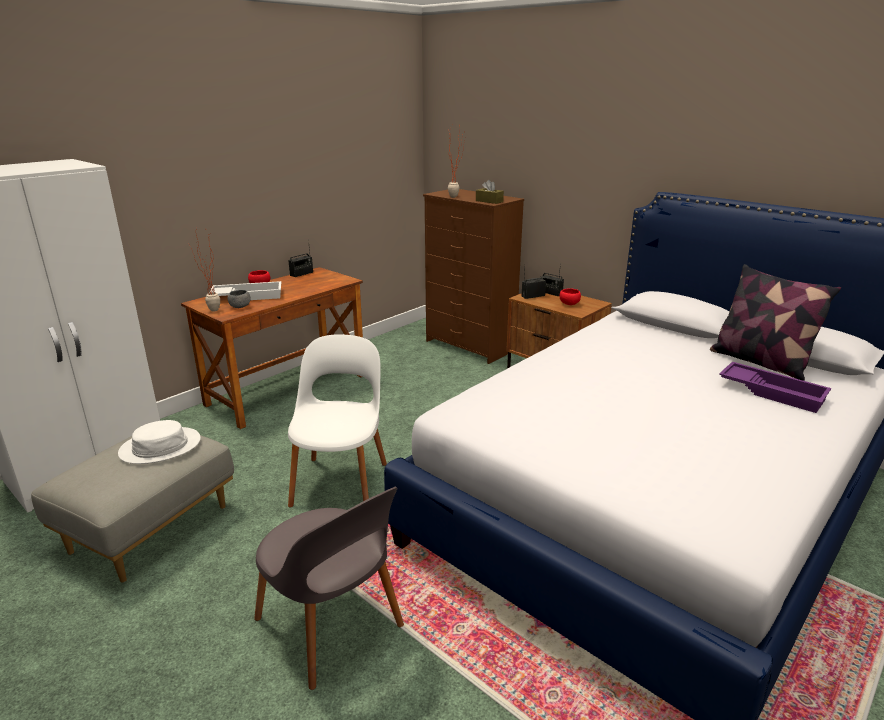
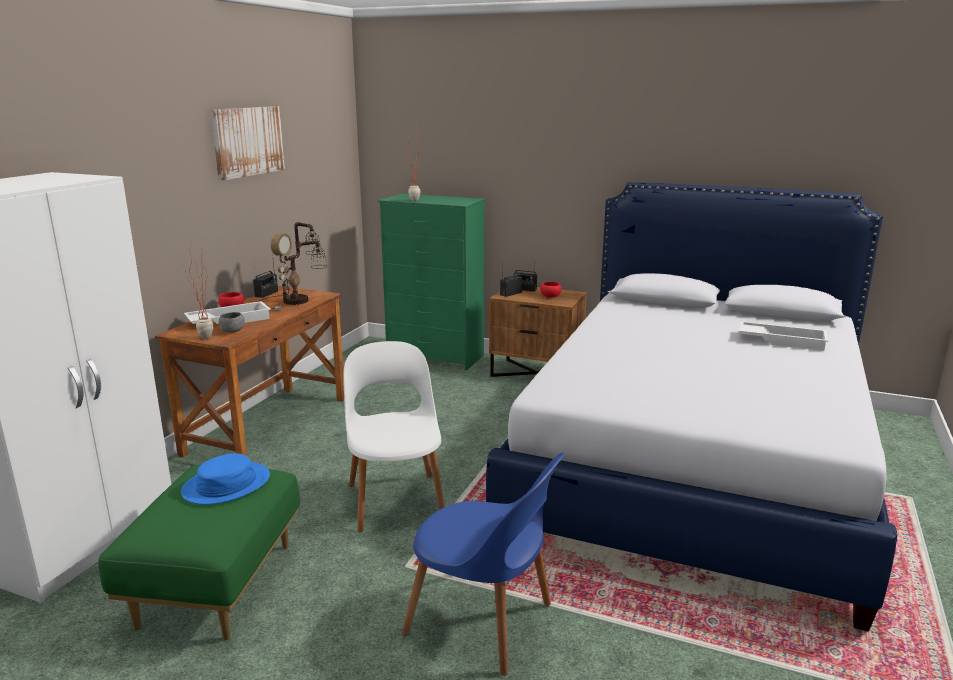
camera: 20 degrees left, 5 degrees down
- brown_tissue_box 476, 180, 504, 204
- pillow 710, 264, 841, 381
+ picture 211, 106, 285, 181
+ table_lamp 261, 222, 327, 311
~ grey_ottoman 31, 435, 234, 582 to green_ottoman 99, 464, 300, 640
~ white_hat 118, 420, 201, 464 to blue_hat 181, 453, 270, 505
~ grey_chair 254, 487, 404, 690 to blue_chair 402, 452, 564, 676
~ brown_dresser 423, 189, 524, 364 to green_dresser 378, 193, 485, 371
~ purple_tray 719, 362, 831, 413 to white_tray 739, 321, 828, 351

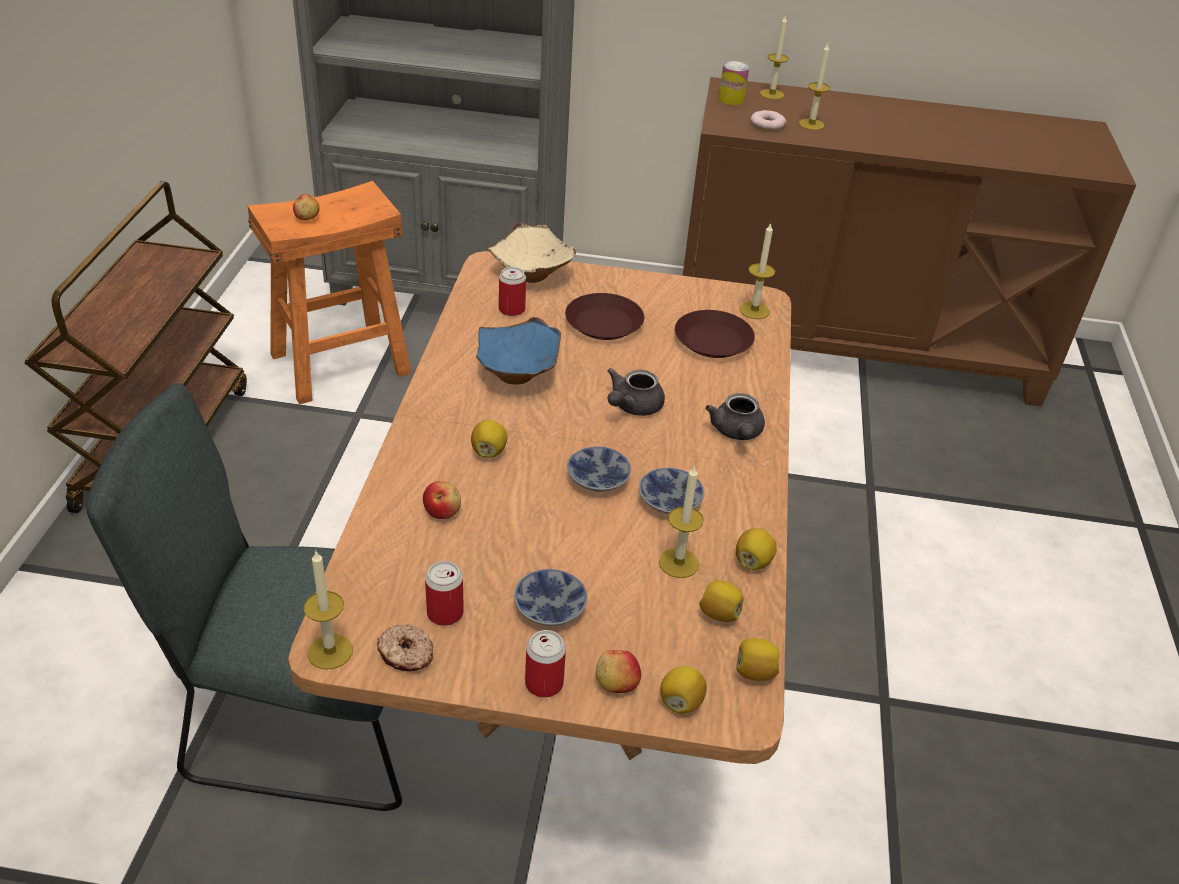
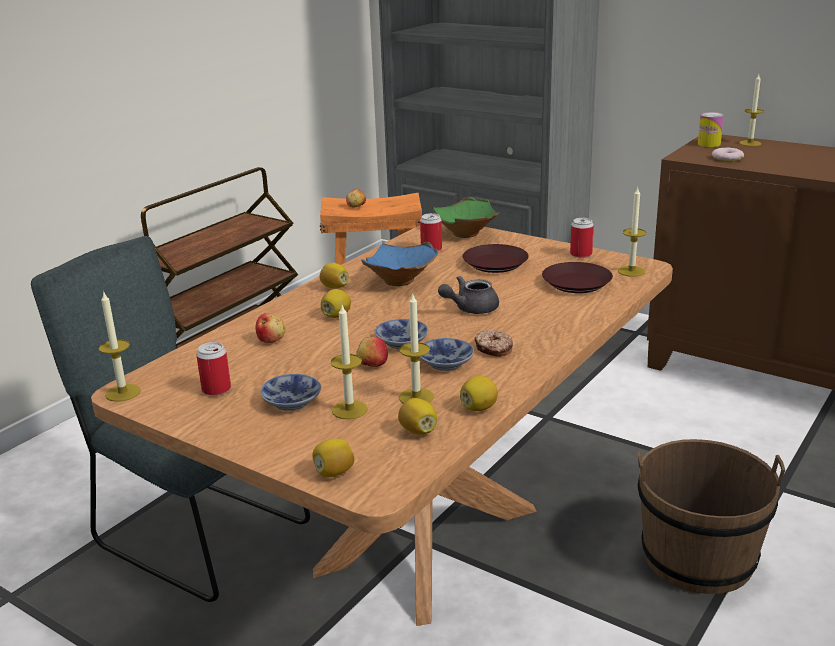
camera: 30 degrees right, 15 degrees down
- grey_teapot 705, 393, 765, 440
+ brown_bucket 638, 439, 785, 594
~ donut 377, 624, 433, 672 to 474, 329, 513, 357
~ can 525, 630, 566, 698 to 570, 218, 594, 258
~ apple 596, 650, 641, 693 to 356, 337, 388, 367
~ lemon 736, 638, 780, 681 to 319, 263, 349, 289
~ candle 799, 44, 830, 130 to 331, 305, 368, 419
~ beige_bowl 487, 223, 576, 283 to green_bowl 433, 197, 499, 238

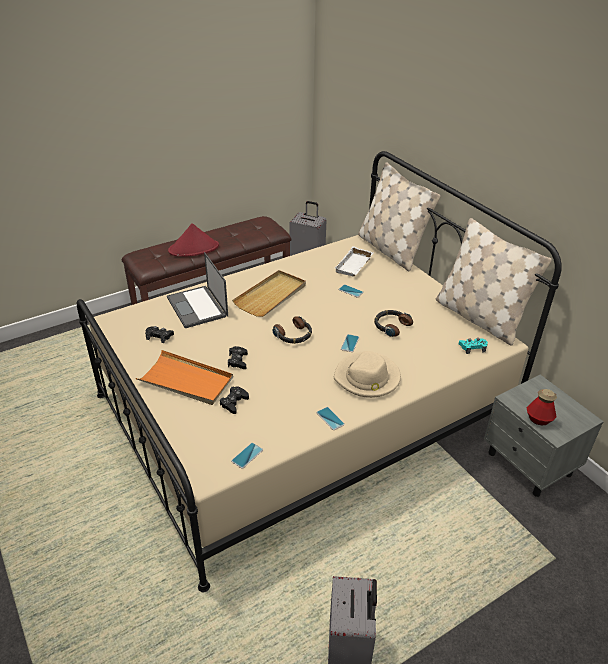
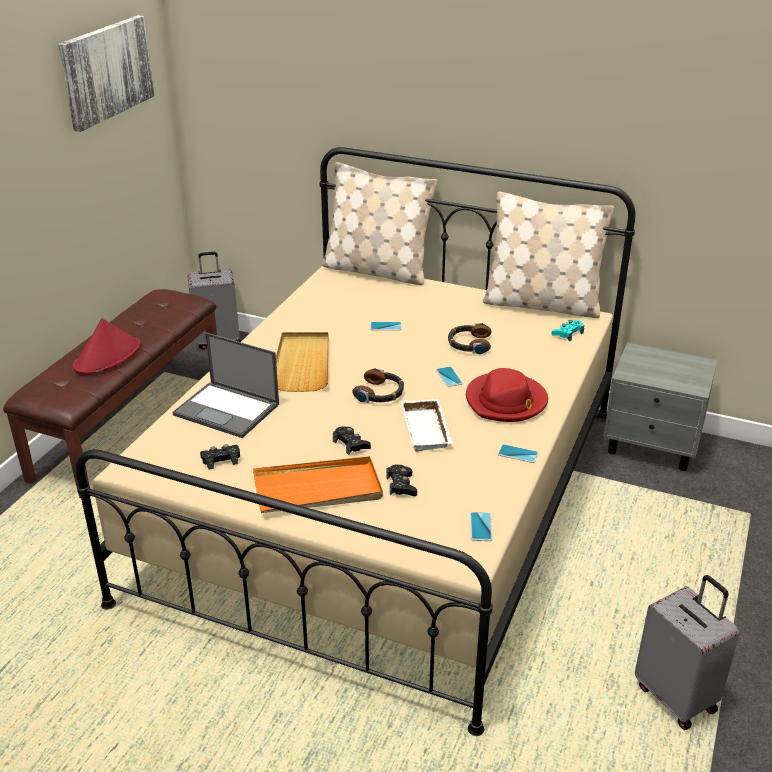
camera: 35 degrees left, 5 degrees down
- bottle 527, 389, 557, 425
+ picture 58, 15, 155, 132
~ white_tray 335, 246, 374, 277 to 401, 399, 453, 452
~ beige_hat 334, 351, 401, 398 to red_hat 466, 368, 548, 422

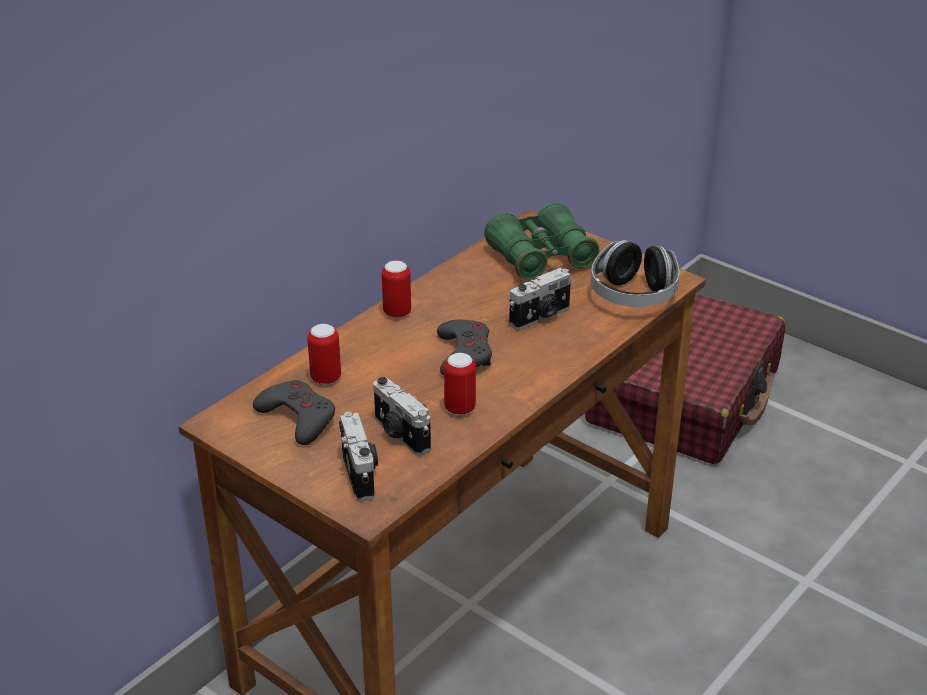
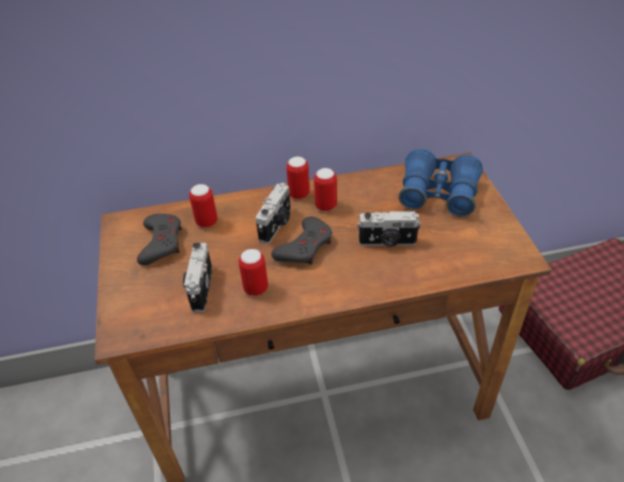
camera: 40 degrees right, 10 degrees up
- headphones 591, 240, 680, 307
+ can 314, 168, 337, 211
~ photo_camera 339, 412, 378, 502 to 256, 183, 291, 244
~ green_binoculars 484, 202, 599, 280 to blue_binoculars 399, 149, 483, 217

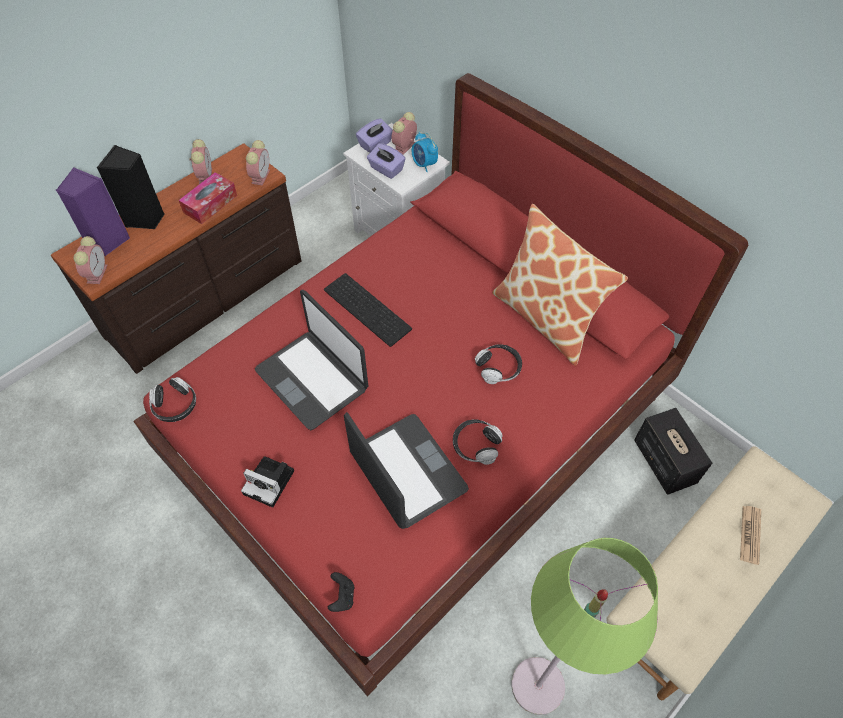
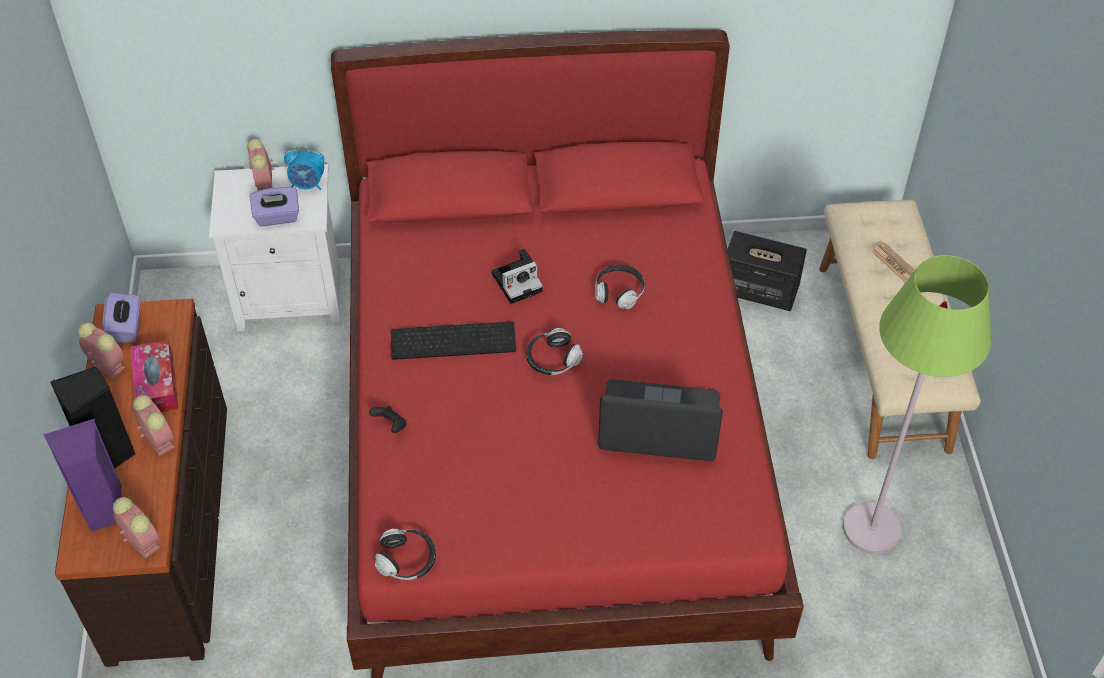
camera: 50 degrees left, 5 degrees down
- laptop 255, 290, 368, 430
- pillow 492, 204, 628, 366
~ photo_camera 241, 456, 294, 507 to 492, 248, 543, 304
~ alarm_clock 246, 140, 270, 186 to 133, 395, 175, 456
~ black_game_controller 328, 572, 354, 612 to 369, 406, 407, 433
~ purple_tissue_box 356, 118, 393, 153 to 102, 293, 140, 343
~ headphones 453, 419, 502, 465 to 526, 328, 583, 375

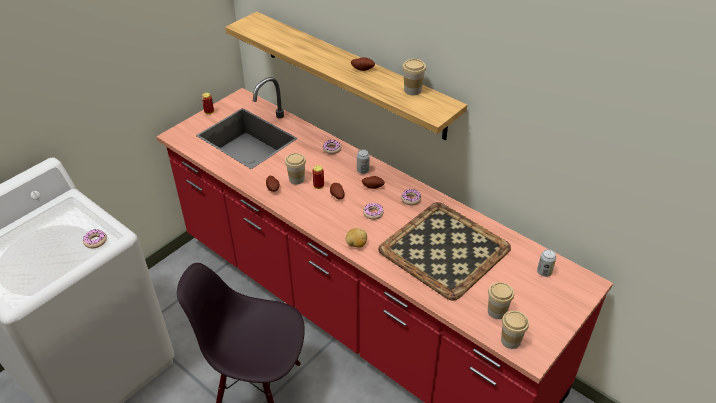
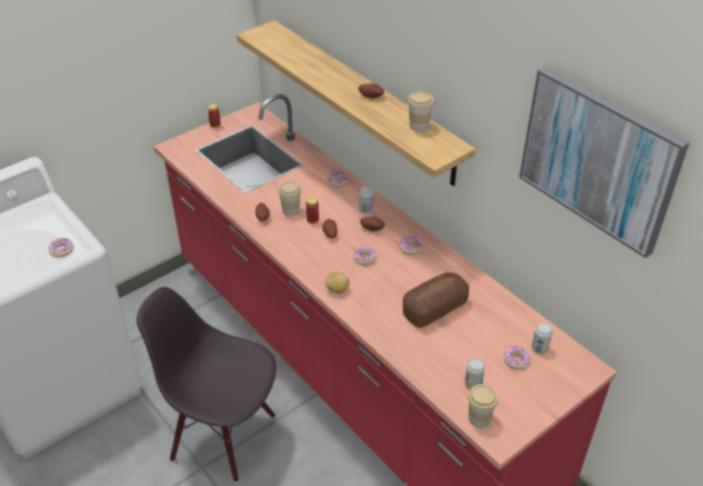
camera: 10 degrees right, 0 degrees up
+ donut 504, 347, 531, 369
+ picture 519, 67, 690, 258
~ tray 378, 202, 511, 301 to bread 403, 272, 469, 328
~ cup 488, 282, 514, 319 to can 465, 358, 485, 389

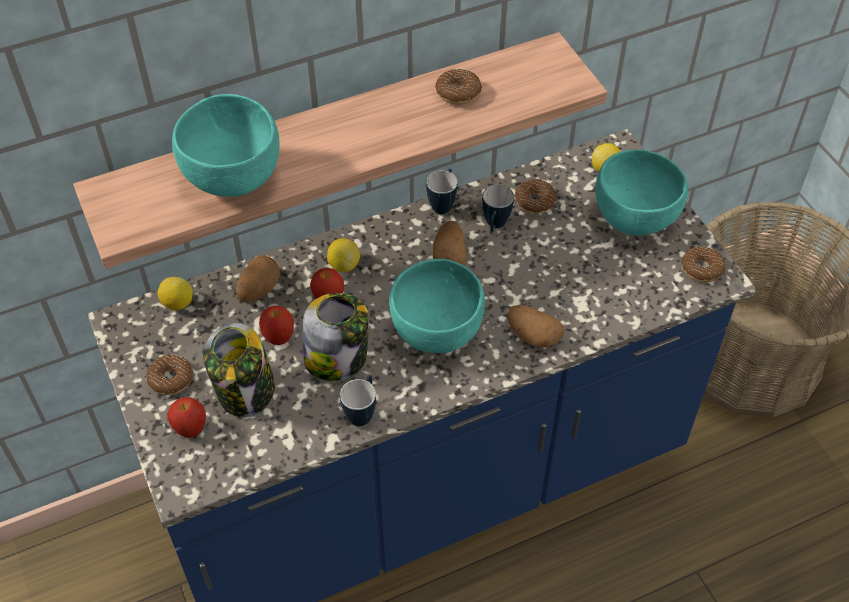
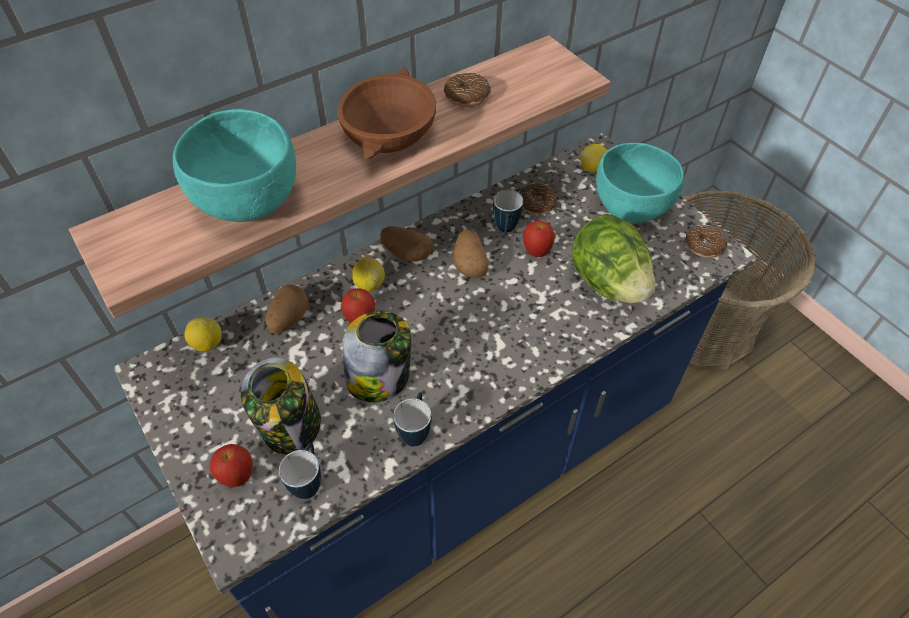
camera: 10 degrees left, 0 degrees up
- donut 146, 354, 193, 395
- turquoise_bowl 389, 259, 485, 353
+ brown_bowl 337, 68, 436, 159
+ lettuce 572, 214, 655, 303
~ apple 259, 306, 294, 345 to 523, 220, 555, 257
~ mug 426, 169, 458, 214 to 279, 443, 321, 499
~ potato 507, 305, 564, 347 to 380, 226, 433, 262

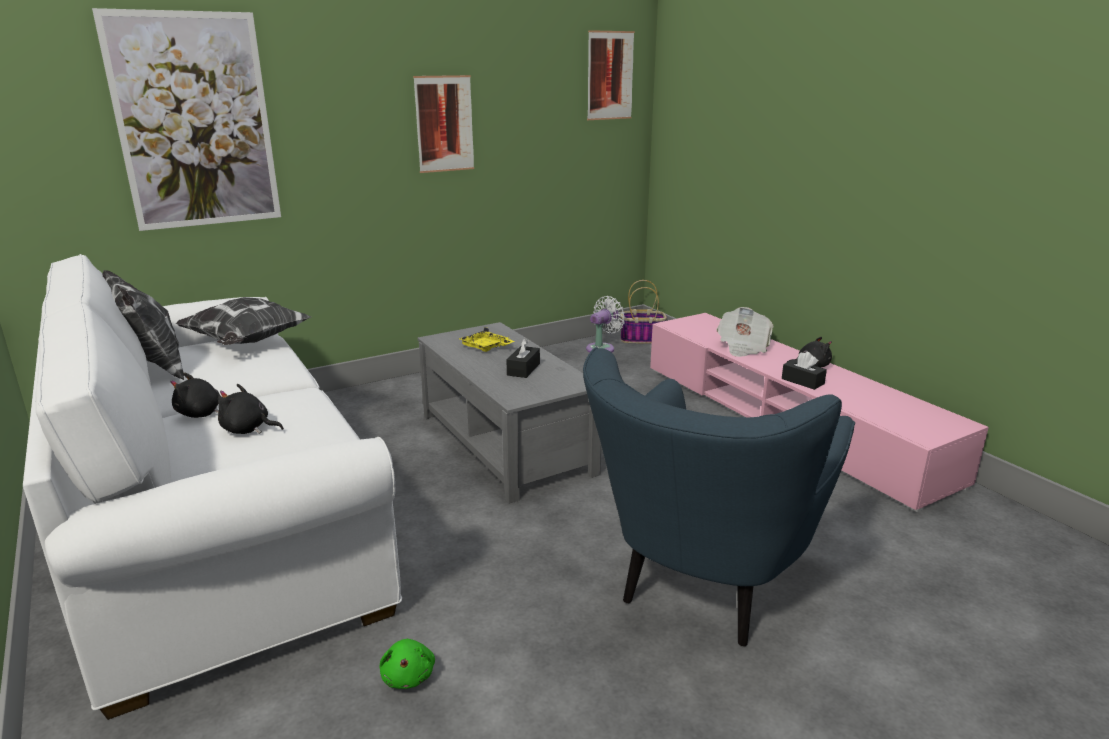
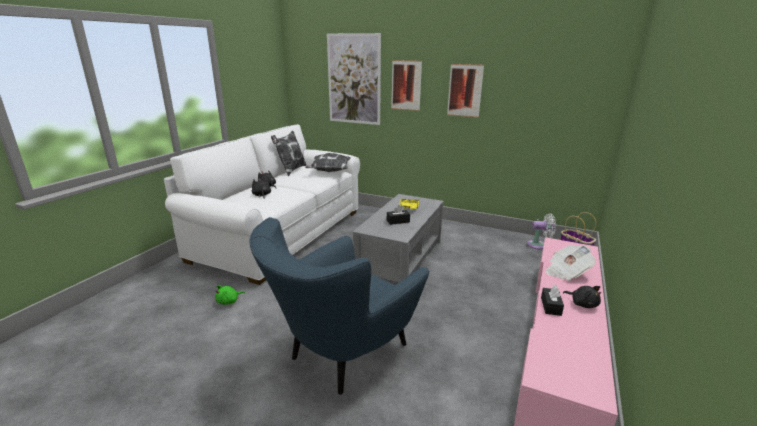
camera: 55 degrees right, 0 degrees up
~ picture 587, 30, 635, 120 to 391, 60, 422, 111
~ blue_armchair 583, 347, 855, 647 = 249, 217, 430, 395 45 degrees counterclockwise

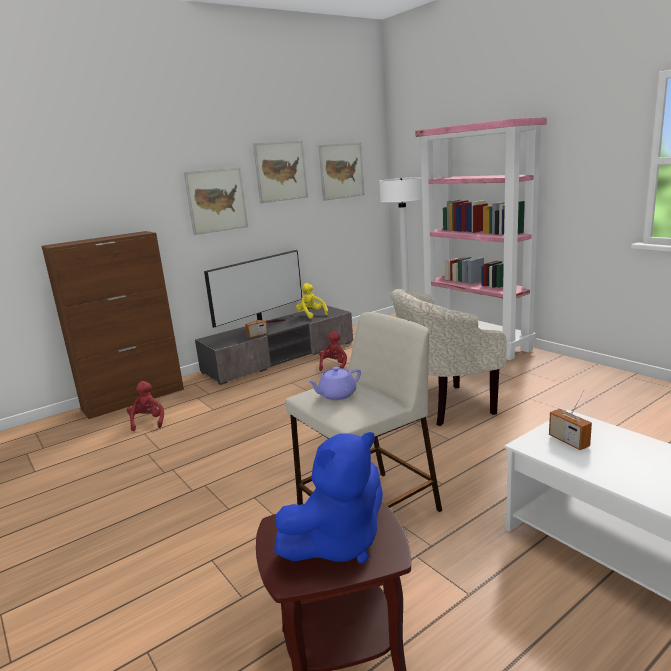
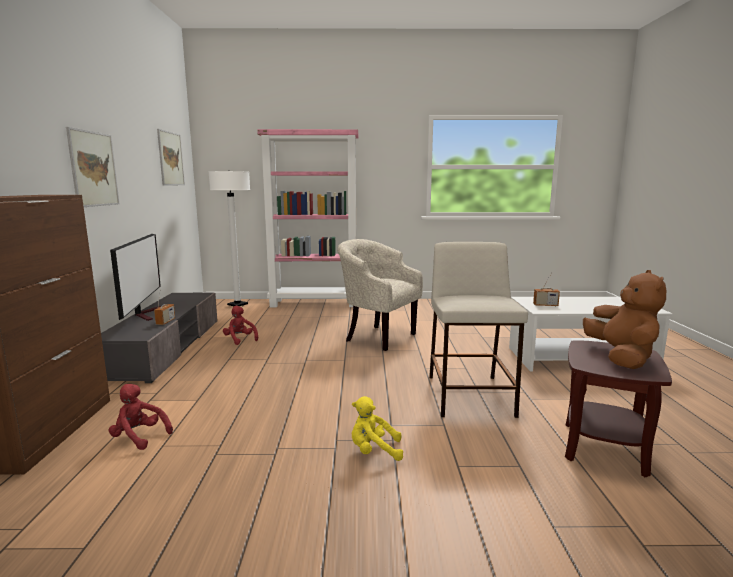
camera: 55 degrees left, 5 degrees down
- picture 253, 141, 308, 204
- purple_teapot 308, 367, 361, 400
~ yellow_plush_toy 296, 283, 328, 319 to 352, 396, 403, 461
~ blue_plush_toy 274, 432, 383, 564 to brown_plush_toy 583, 270, 666, 369
~ beige_armchair 390, 289, 507, 426 = 337, 239, 423, 351 105 degrees clockwise

